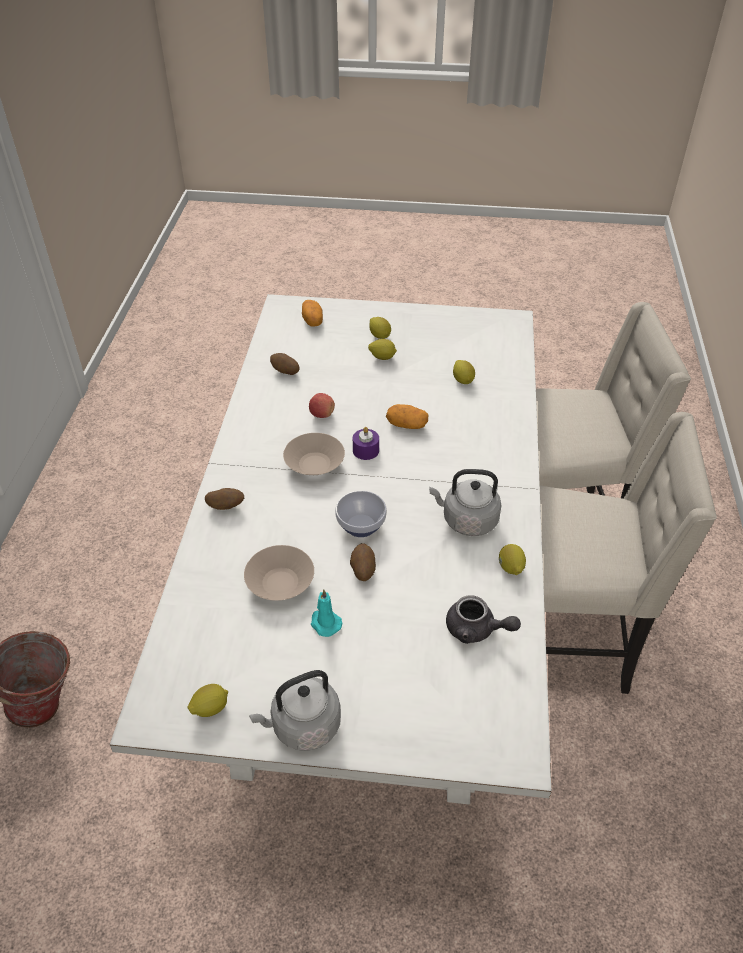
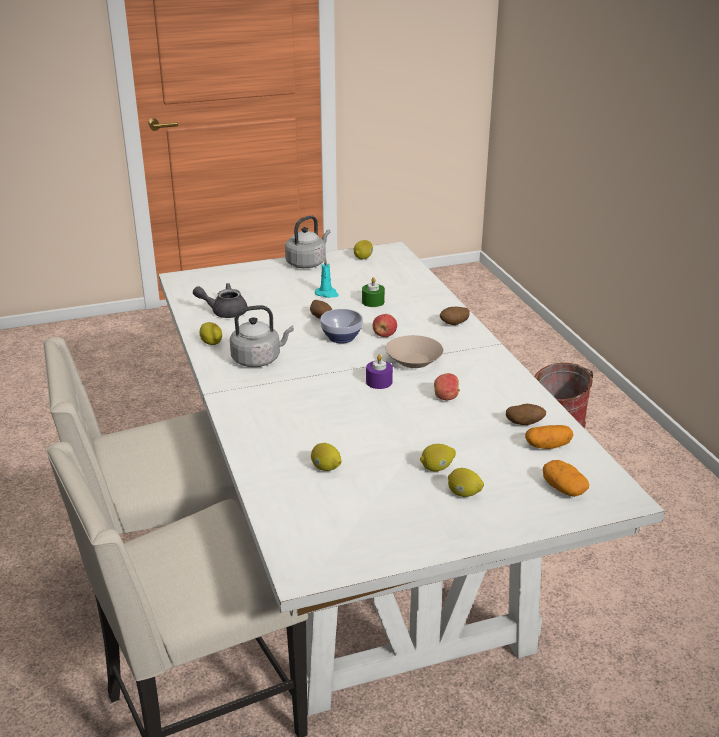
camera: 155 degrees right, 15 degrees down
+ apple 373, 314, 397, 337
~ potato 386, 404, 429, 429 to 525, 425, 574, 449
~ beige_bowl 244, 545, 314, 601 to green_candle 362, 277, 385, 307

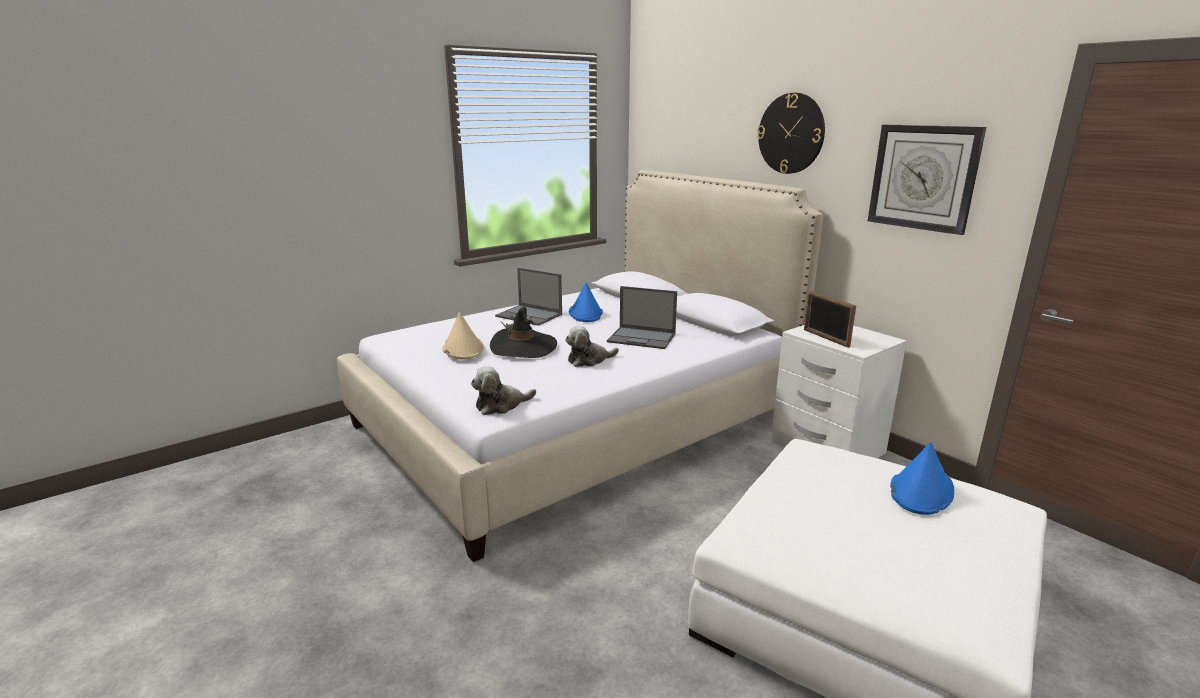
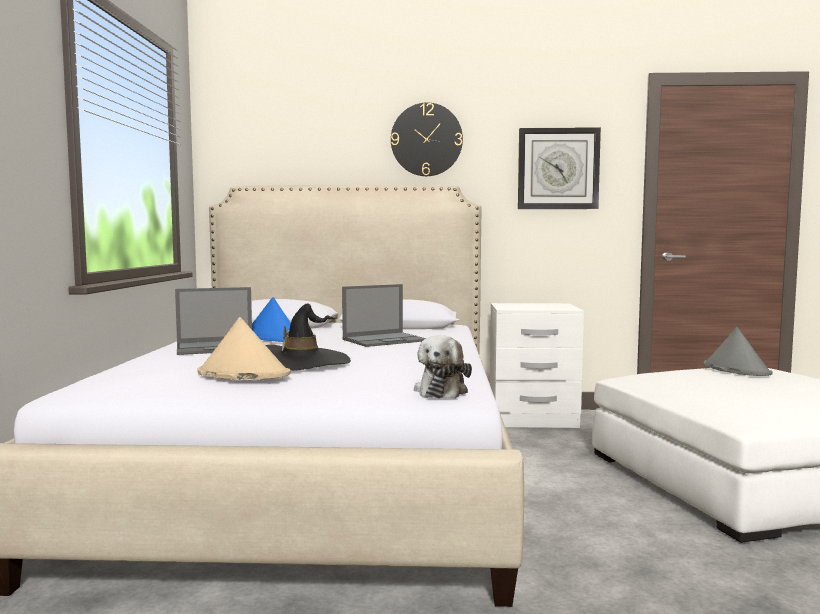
camera: 50 degrees left, 15 degrees down
- plush_toy 565, 326, 619, 367
- picture_frame 804, 291, 856, 348
~ blue_hat 890, 442, 954, 515 to grey_hat 703, 327, 773, 376

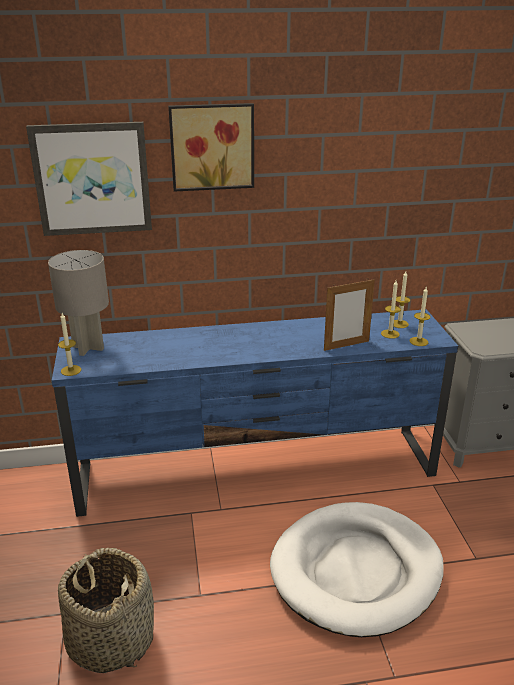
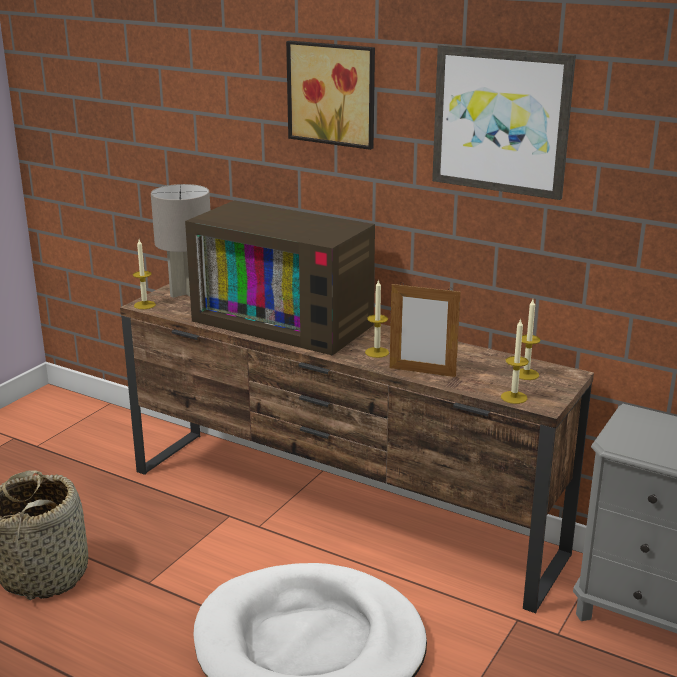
camera: 40 degrees right, 5 degrees down
+ television 185, 200, 375, 356
~ picture 26, 122, 152, 236 to 432, 44, 576, 200
~ candle 381, 280, 401, 339 to 365, 279, 389, 358
~ blue_tv_stand 52, 309, 458, 517 to brown_tv_stand 120, 284, 594, 613

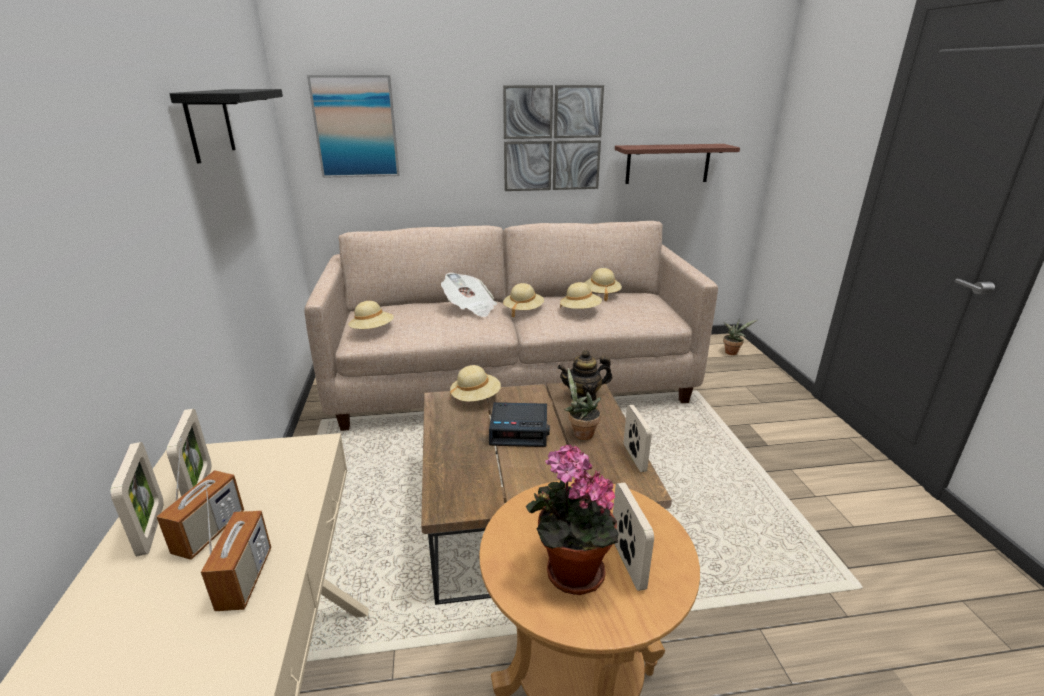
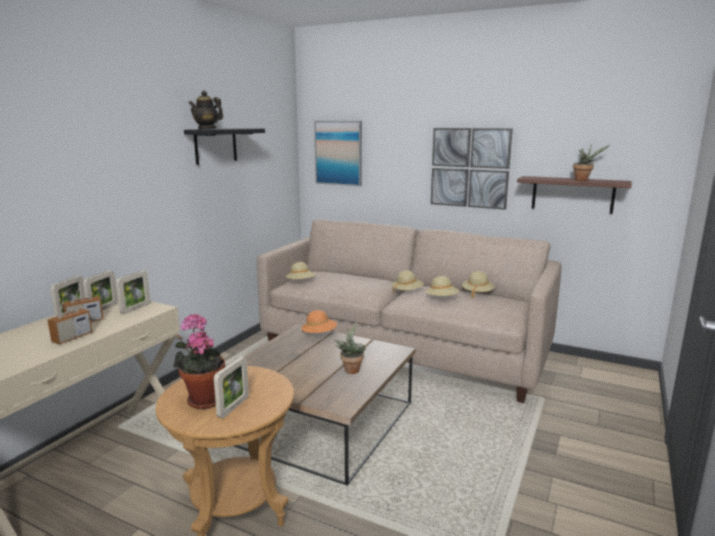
camera: 35 degrees right, 10 degrees down
- newspaper 441, 272, 497, 317
- alarm_clock 489, 402, 550, 447
~ teapot 557, 350, 612, 403 to 189, 91, 223, 130
~ picture_frame 624, 405, 652, 472 to 116, 271, 151, 314
~ potted_plant 723, 319, 757, 355 to 573, 144, 610, 181
~ beige_hat 450, 365, 501, 402 to orange_hat 301, 310, 337, 333

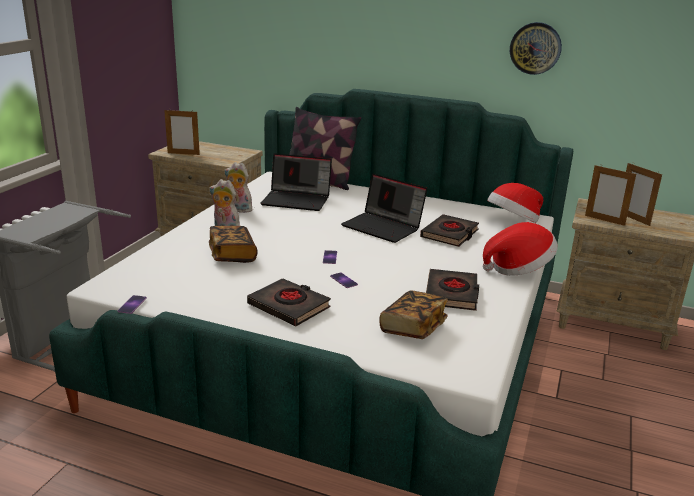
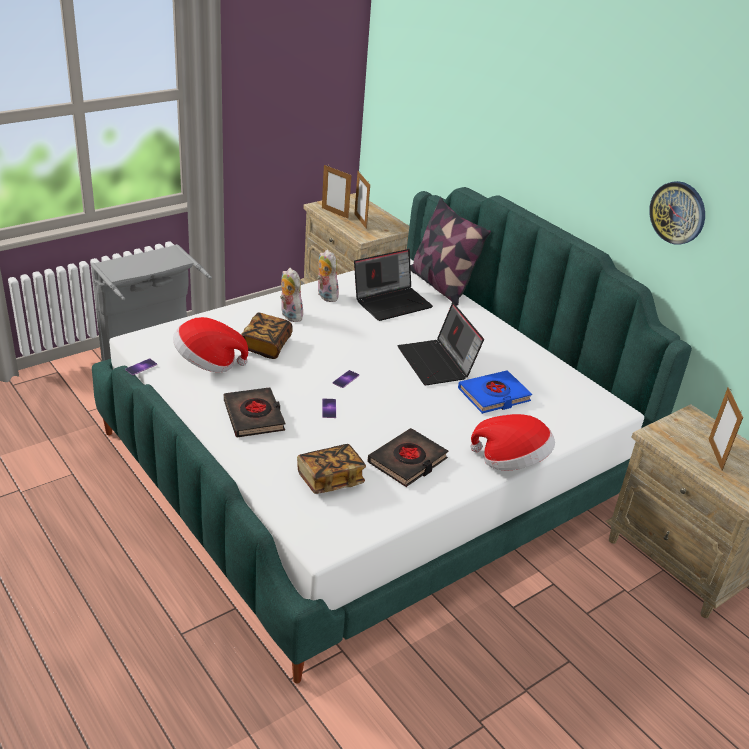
camera: 30 degrees right, 10 degrees up
~ hat 487, 183, 543, 223 to 173, 317, 248, 372
~ picture_frame 585, 165, 636, 226 to 355, 171, 370, 229
~ black_book 420, 214, 479, 247 to blue_book 458, 370, 532, 414
~ laptop 260, 153, 332, 211 = 354, 249, 433, 321 75 degrees counterclockwise

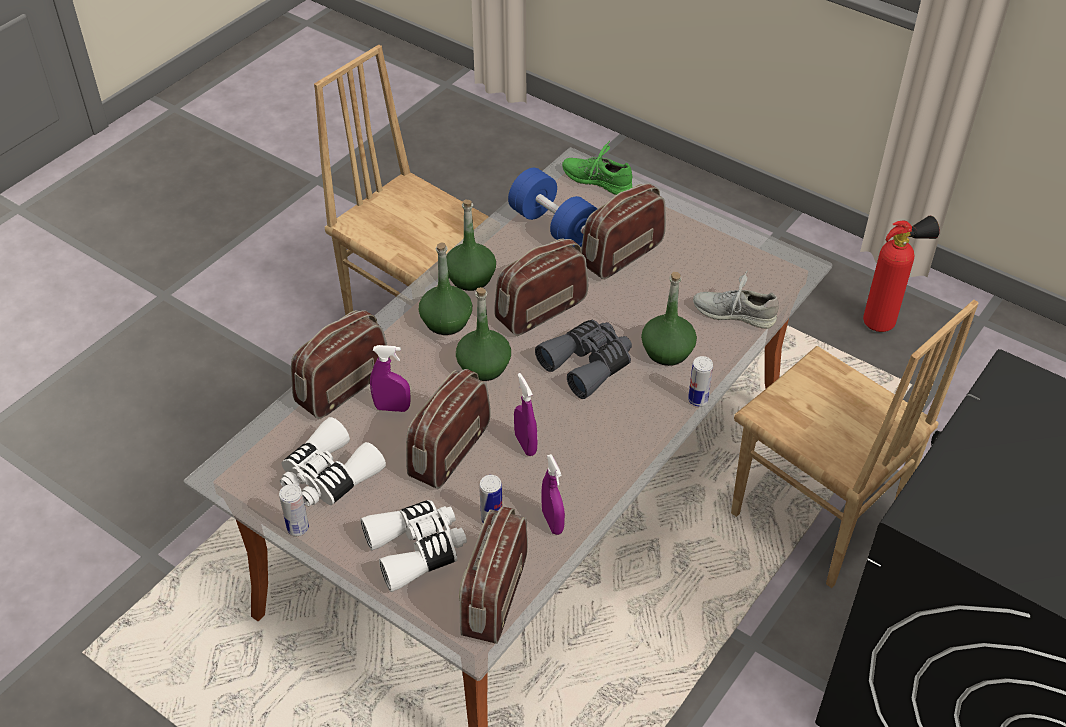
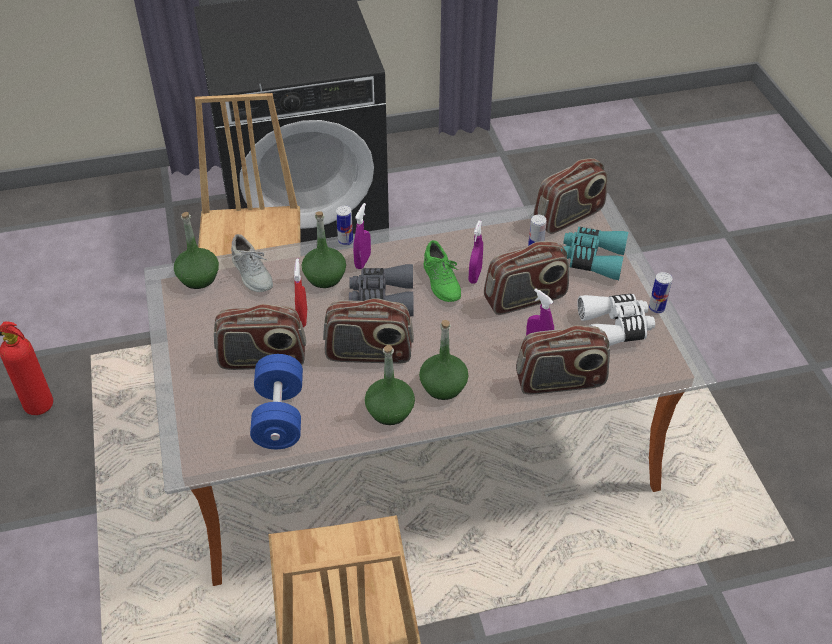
camera: 140 degrees left, 0 degrees up
+ red_spray_bottle 294, 258, 307, 327
~ green_bottle 456, 287, 511, 381 to 174, 212, 219, 289
~ purple_spray_bottle 541, 454, 565, 535 to 353, 203, 371, 269
~ green_shoe 562, 141, 632, 195 to 424, 240, 461, 302
~ white_binoculars 360, 500, 467, 592 to turquoise_binoculars 561, 227, 628, 280

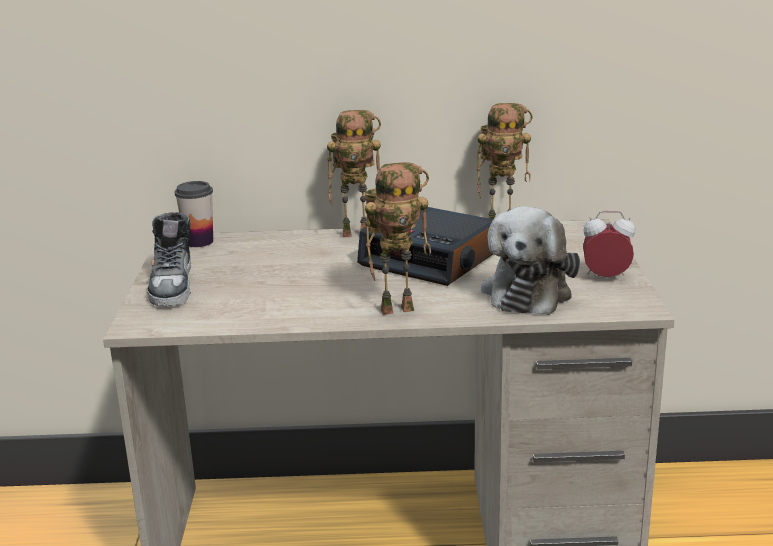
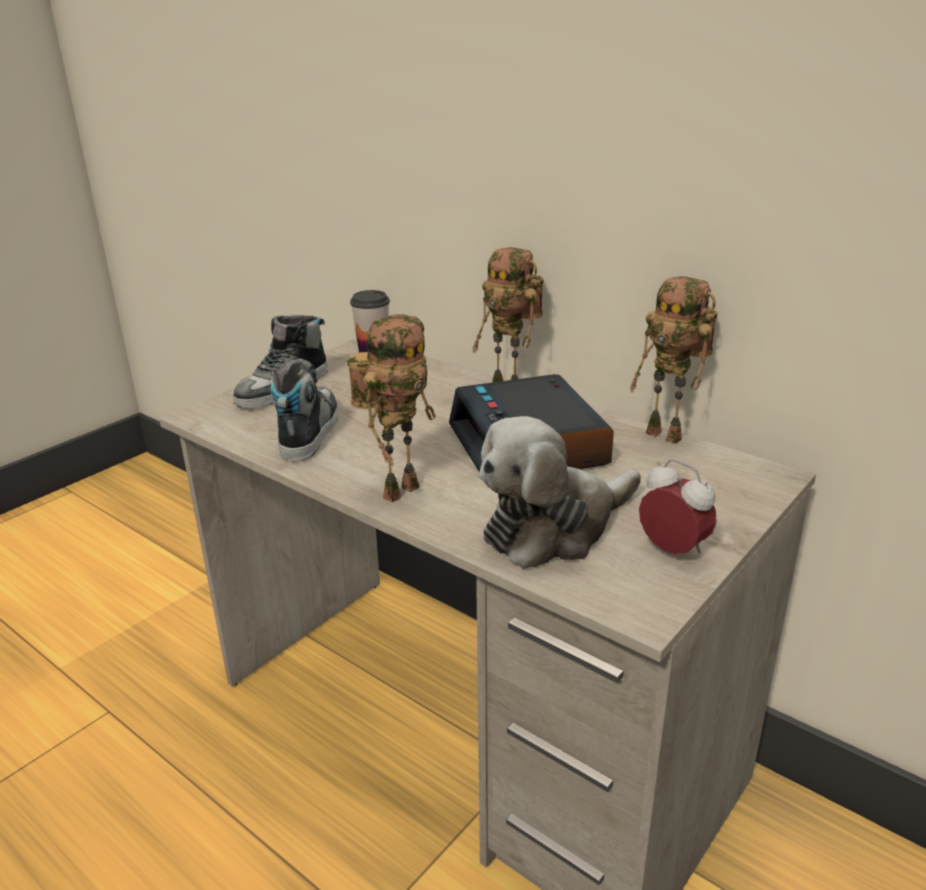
camera: 40 degrees right, 5 degrees up
+ shoe 271, 359, 338, 462
~ toy_robot 365, 162, 431, 315 = 347, 314, 436, 503 75 degrees counterclockwise

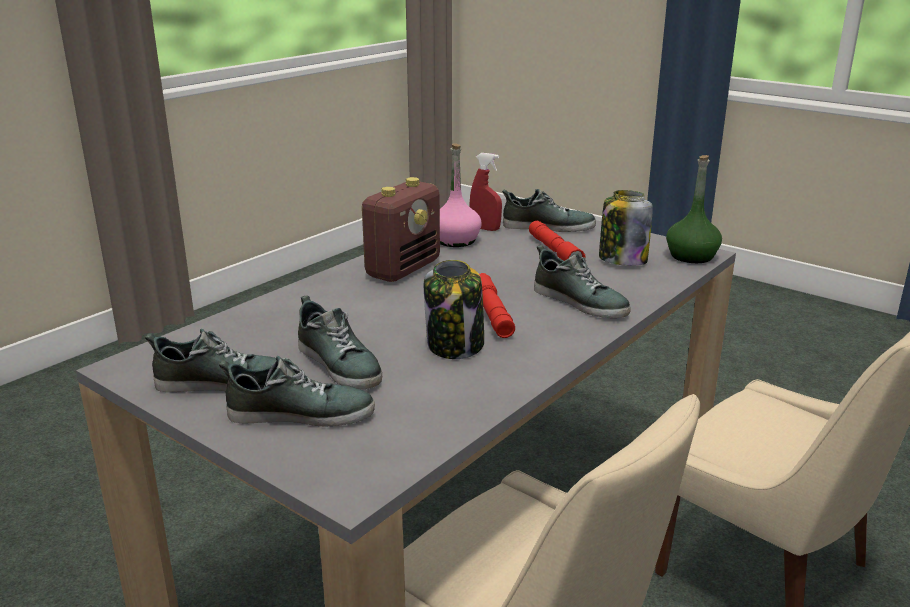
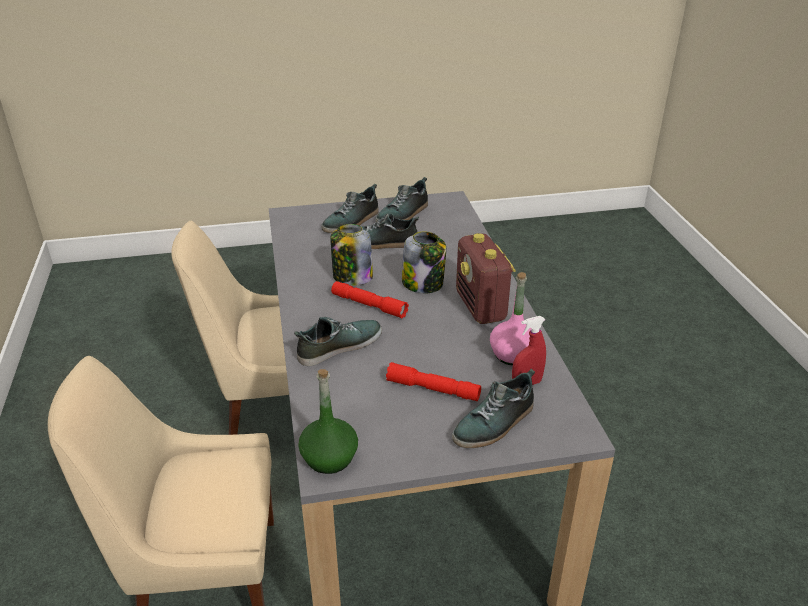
camera: 130 degrees right, 10 degrees up
~ jar 599, 190, 653, 266 to 402, 231, 446, 293
~ shoe 534, 245, 630, 318 = 294, 317, 382, 366 150 degrees clockwise

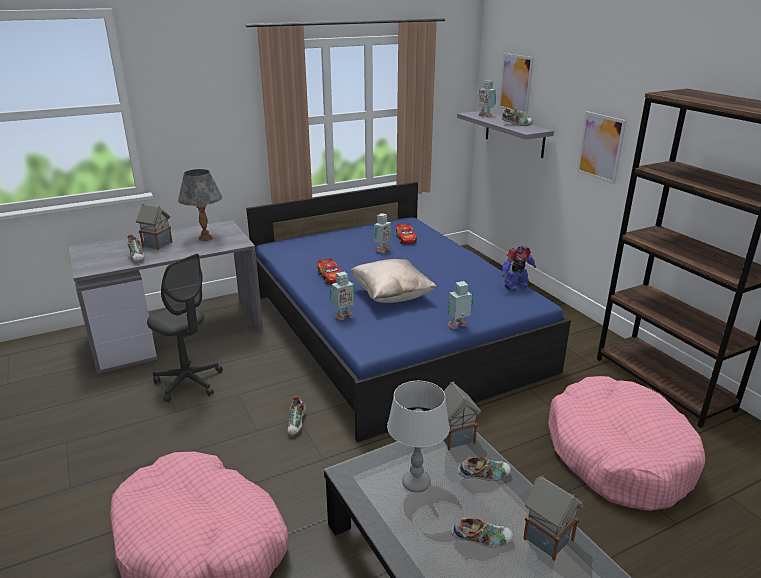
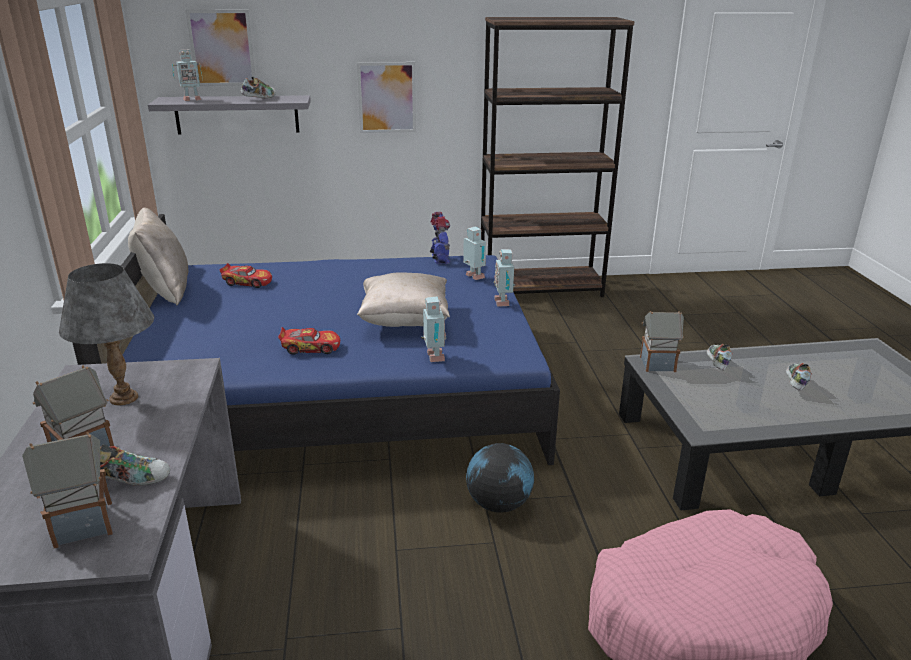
camera: 70 degrees left, 0 degrees up
- grey_office_chair 147, 254, 223, 403
- grey_table_lamp 387, 381, 450, 493
- pink_dog_bed 548, 376, 706, 511
+ beige_pillow 128, 207, 189, 305
~ toy_robot 374, 213, 391, 253 to 463, 226, 486, 280
~ toy_house 523, 475, 583, 561 to 22, 432, 113, 548
~ shoe 287, 396, 306, 436 to globe 466, 443, 534, 513

